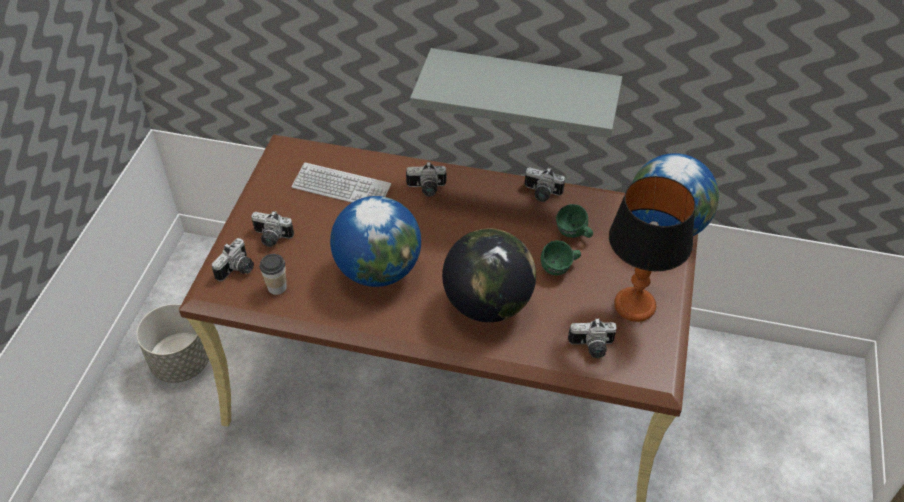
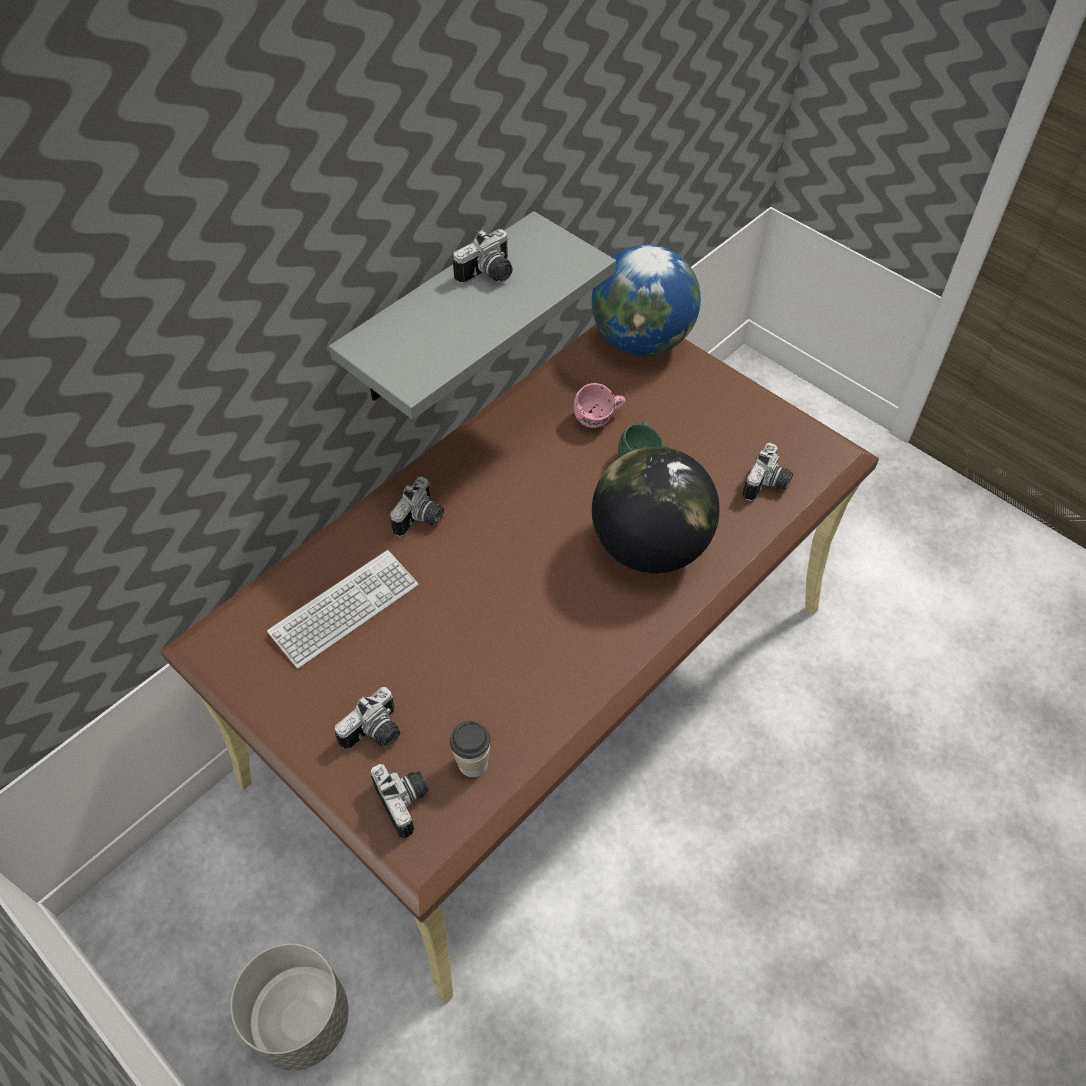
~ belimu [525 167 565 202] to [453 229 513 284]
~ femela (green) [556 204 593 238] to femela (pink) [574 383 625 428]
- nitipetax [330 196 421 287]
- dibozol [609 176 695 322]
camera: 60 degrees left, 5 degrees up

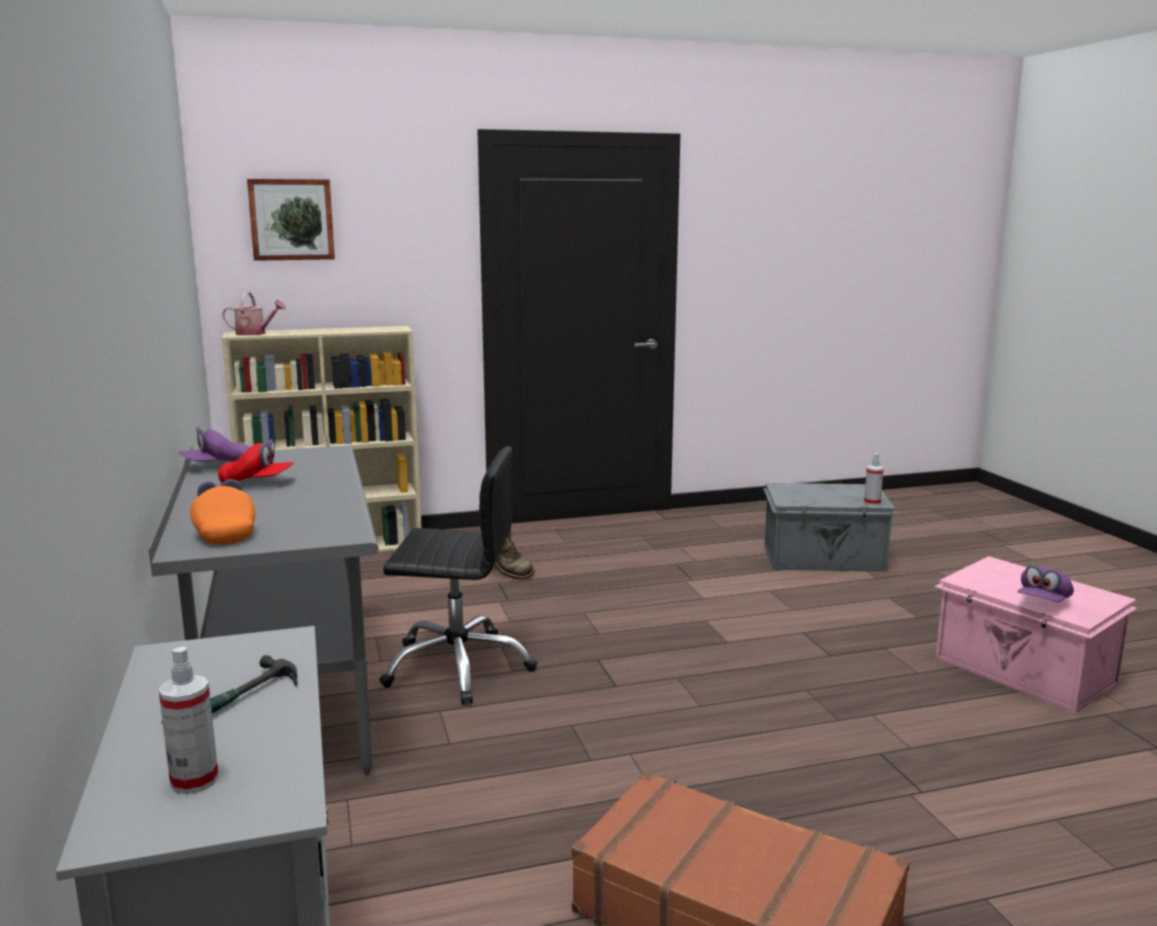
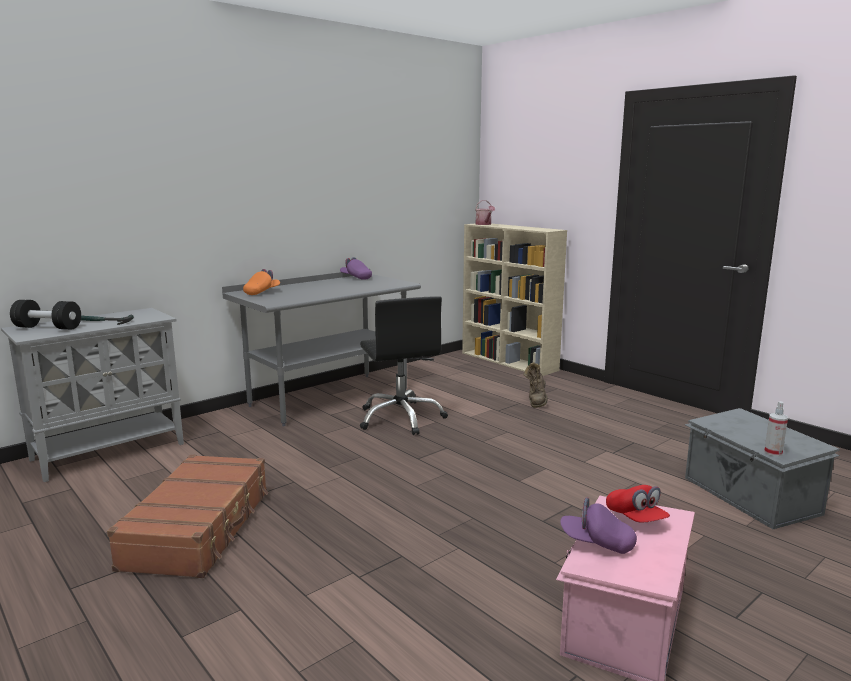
~ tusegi [158 646 219 794] to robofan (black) [10 300 81 329]
~ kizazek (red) [218 439 294 483] to [606 485 670 522]
- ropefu [247 179 335 261]
camera: 65 degrees right, 0 degrees up

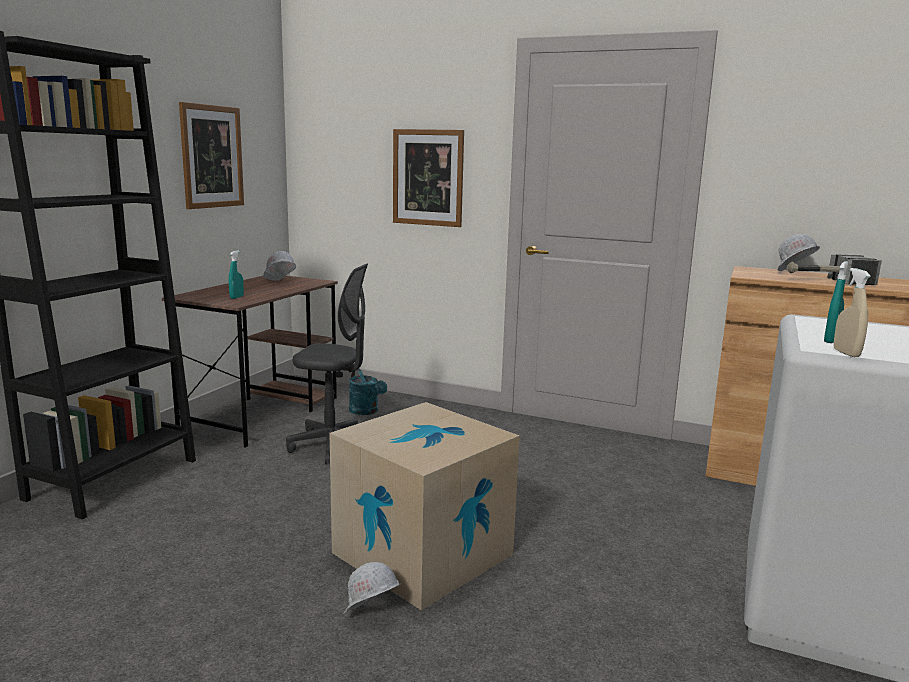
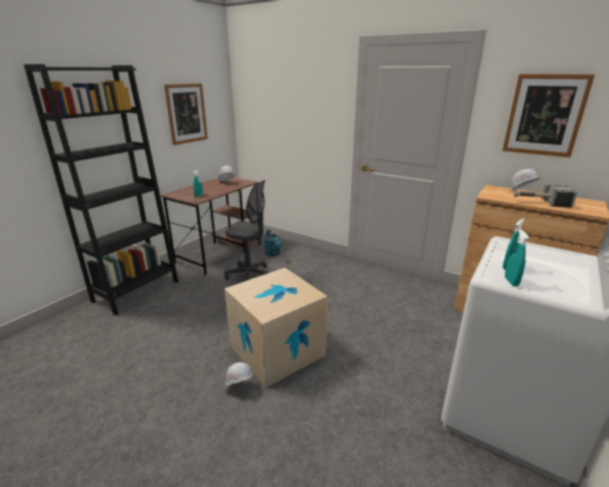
~ ropefu [393 129 464 227] to [502 74 595 157]
~ tusegi (beige) [834 268 871 357] to tusegi (turquoise) [505 229 529 287]
camera: 10 degrees right, 10 degrees up

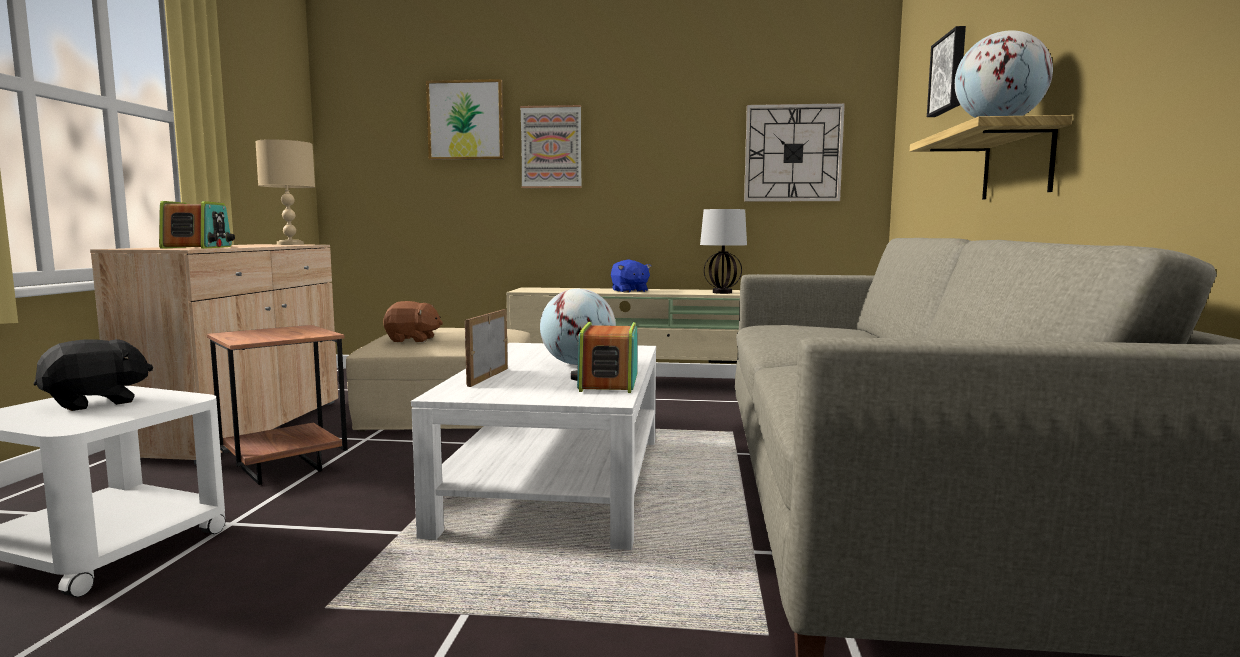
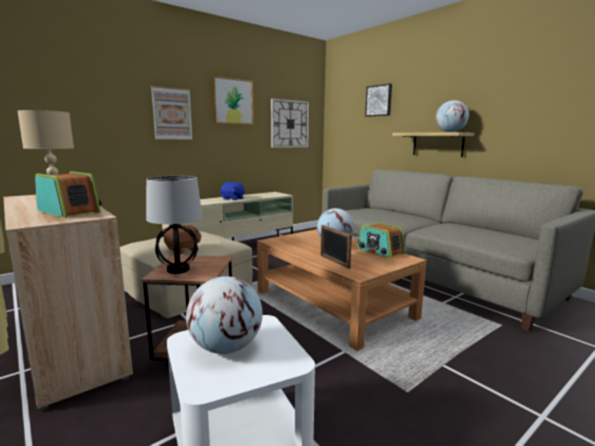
~ dibozol [700 209 747 294] to [146 176 202 274]
~ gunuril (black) [34 339 154 411] to nitipetax [186 276 263 354]
~ ropefu [426 79 504 160] to [212 76 254 125]
~ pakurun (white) [411 343 656 550] to pakurun (brown) [257 229 427 351]
camera: 45 degrees left, 5 degrees up

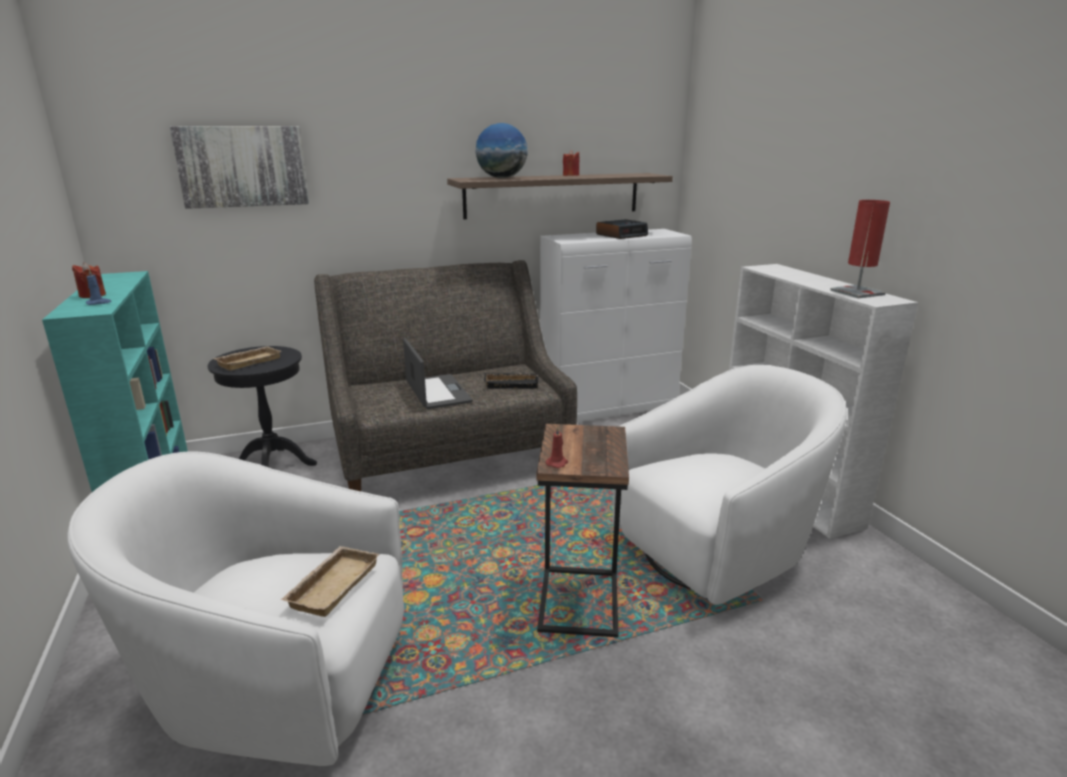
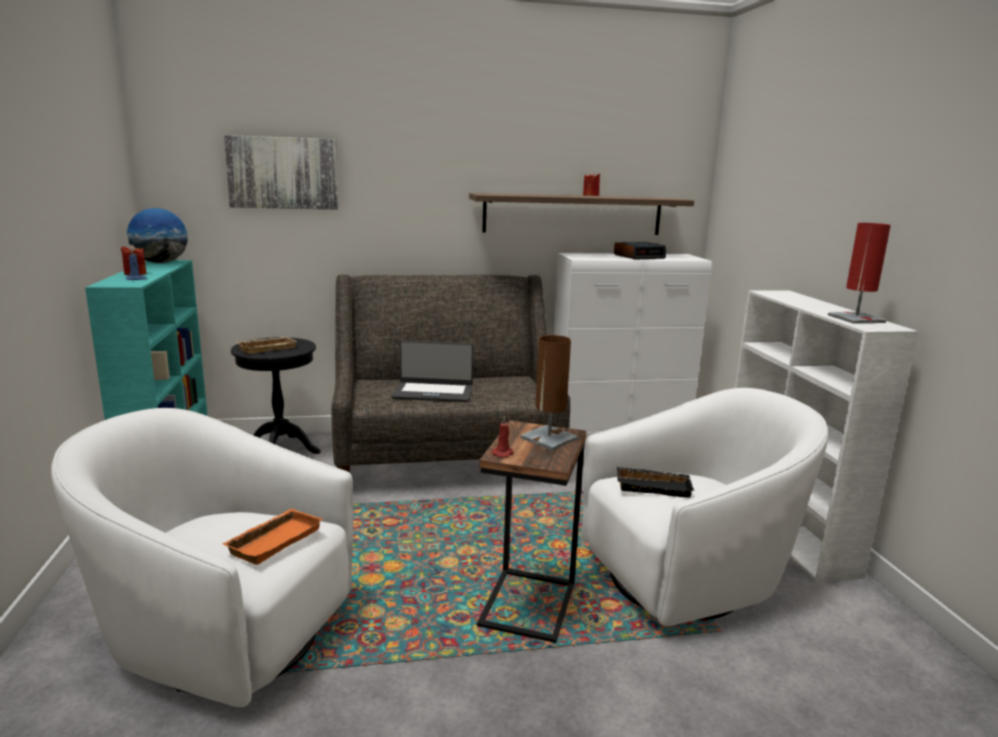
~ nitipetax [475 123 528 178] to [127 208 188 263]
~ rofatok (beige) [280 546 379 617] to rofatok (orange) [222 509 323 565]
~ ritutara [403 338 473 409] = [392 340 473 402] 105 degrees clockwise
+ dibozol (brown) [520 335 578 450]
~ rofatok (black) [484 373 539 389] to [617 467 694 498]
camera: 10 degrees right, 5 degrees down

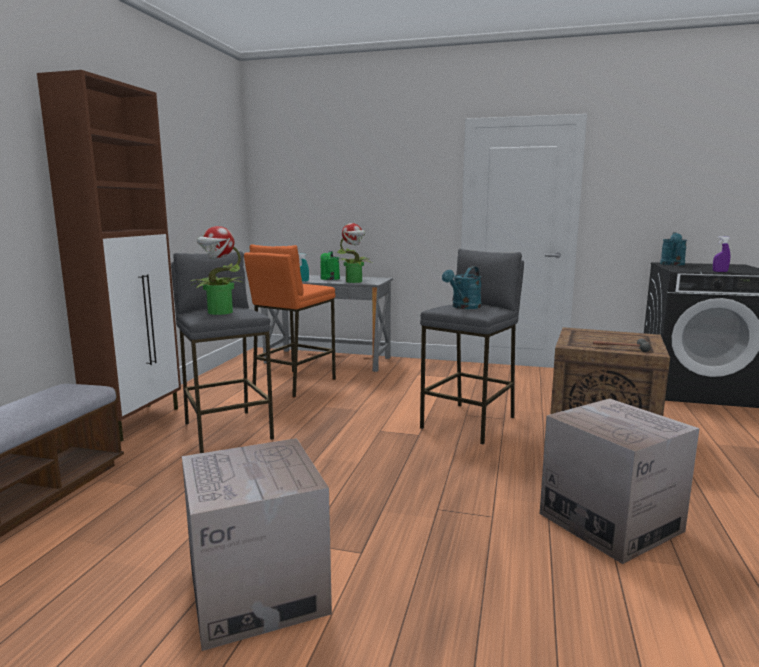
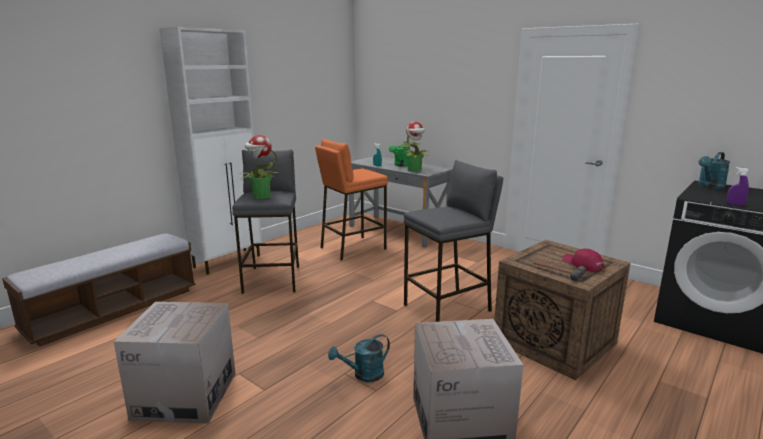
~ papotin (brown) [37 70 181 442] to papotin (white) [159 27 262 275]
~ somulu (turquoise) [442 266 482 309] to [328 334 390 382]
+ kizazek (red) [562 249 605 272]
camera: 25 degrees right, 5 degrees up

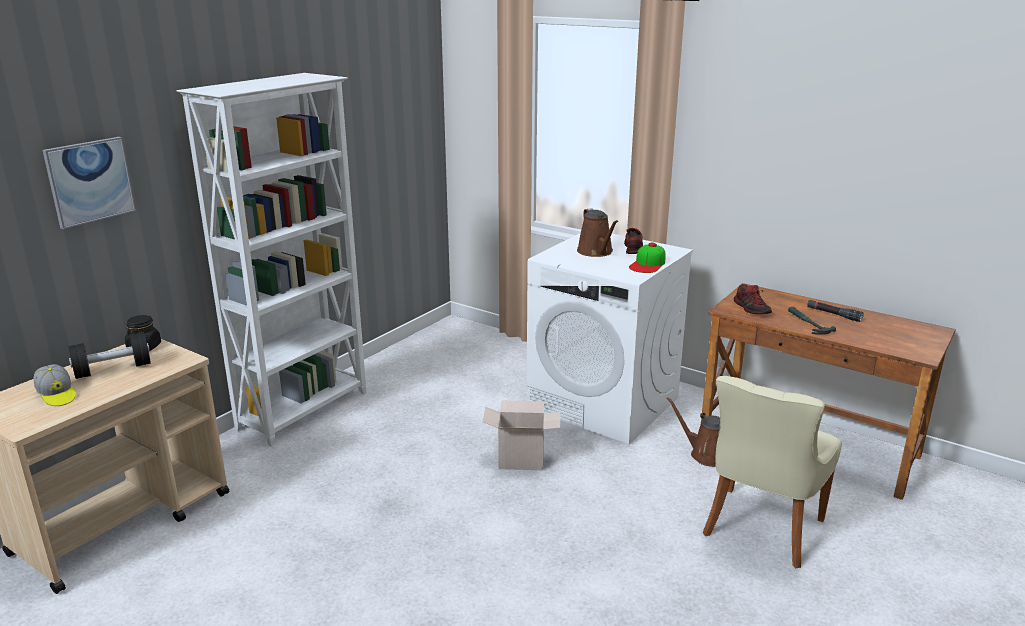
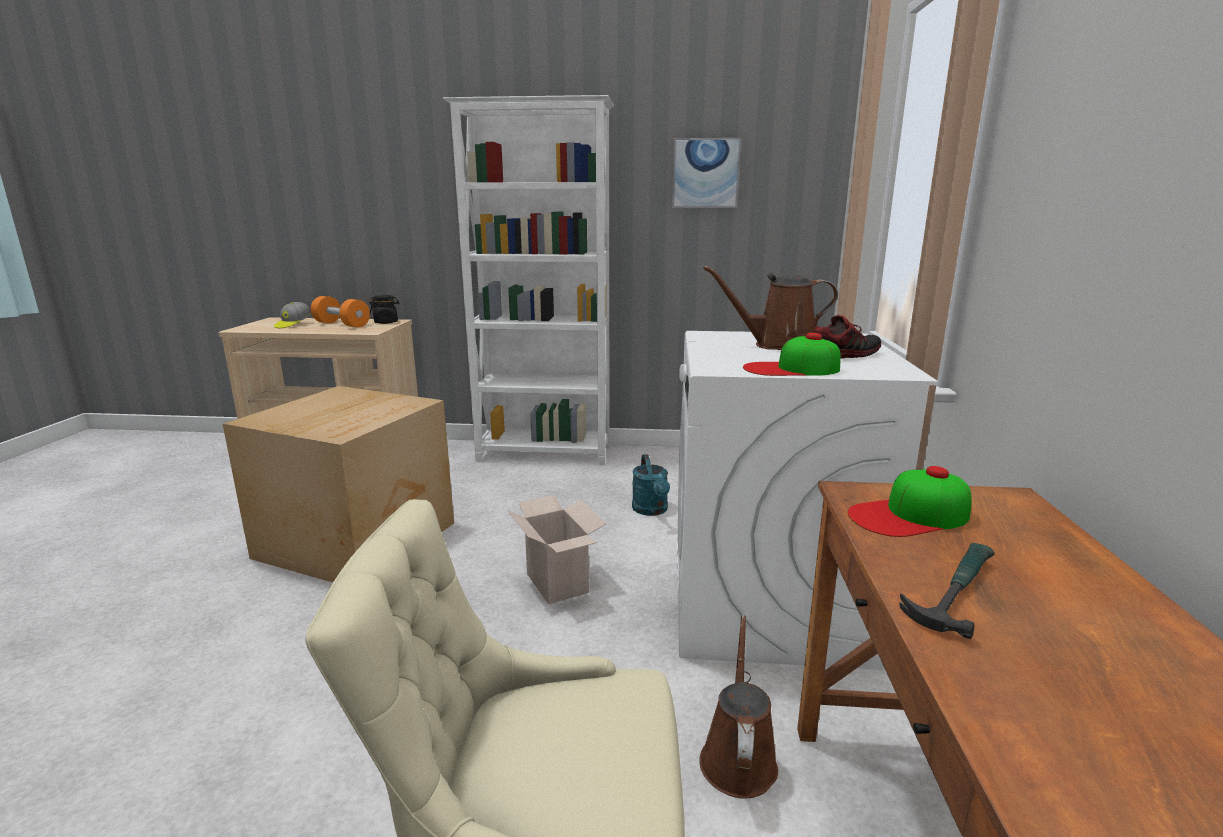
+ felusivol [223 386 454 583]
~ robofan (black) [69 332 151 379] to robofan (orange) [311 296 370 327]
+ somulu (turquoise) [632 454 670 516]
~ ropefu [42 137 136 229] to [672 138 741 208]
~ somulu (brown) [577 208 618 257] = [703 266 838 350] 45 degrees clockwise
~ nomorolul [734 284 772 314] to kizazek [848 466 972 537]
- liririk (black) [807 300 864 322]
camera: 60 degrees right, 5 degrees down

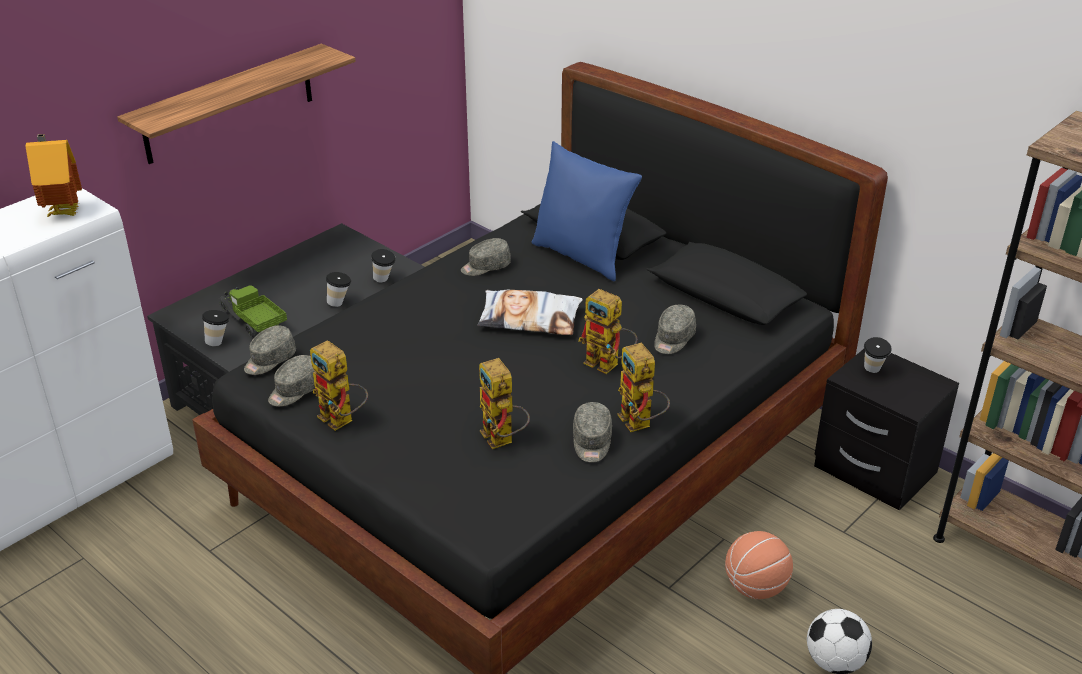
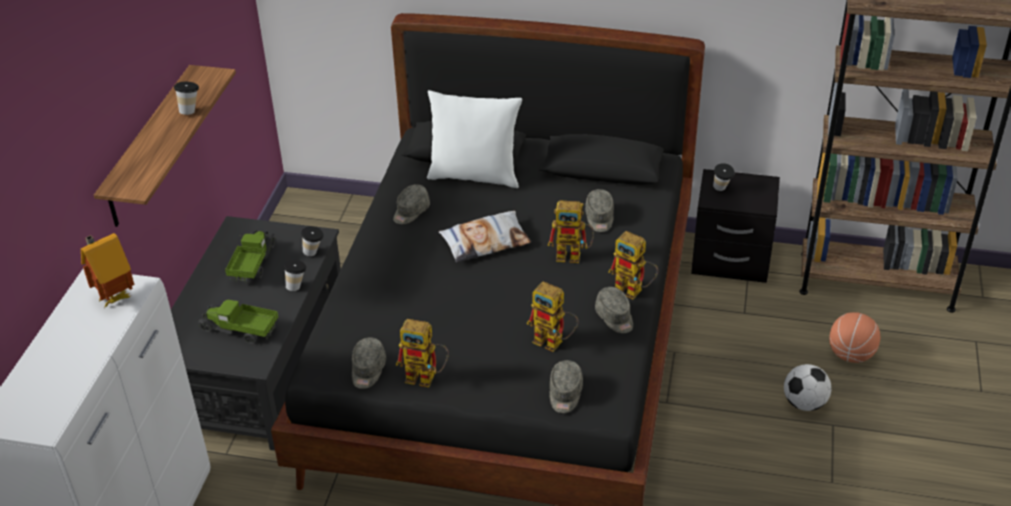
~ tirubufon [202 310 229 346] to [174 82 199 115]
+ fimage [225 230 275 282]
~ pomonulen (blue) [532 141 642 281] to pomonulen (white) [427 90 522 188]
~ kizazek (grey) [244 325 296 375] to [549 360 583 413]
~ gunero [725 531 793 599] to [829 312 880 363]
camera: 30 degrees left, 5 degrees up

